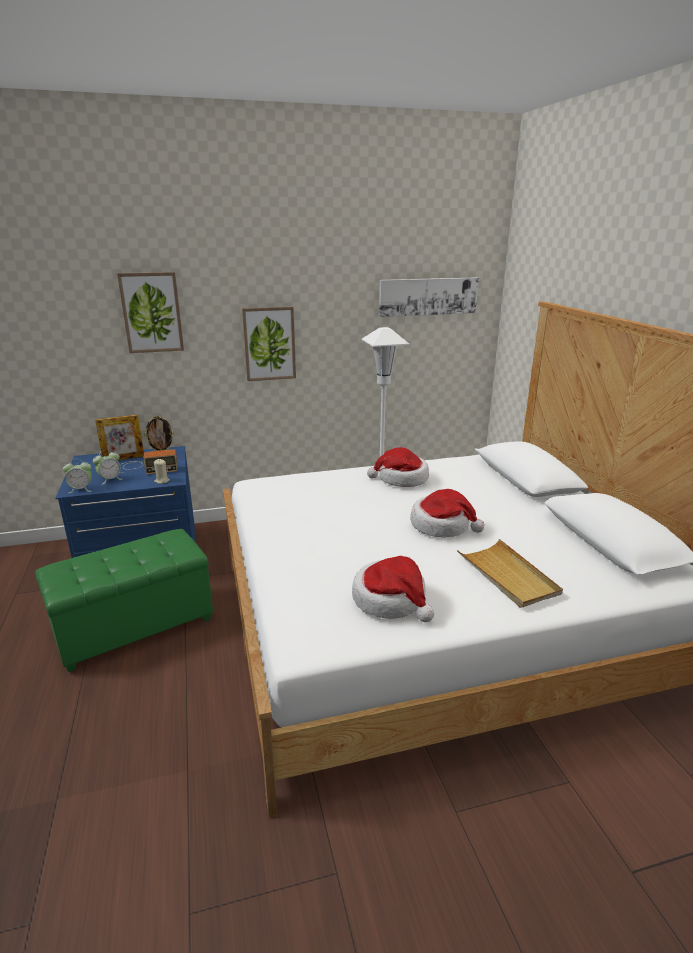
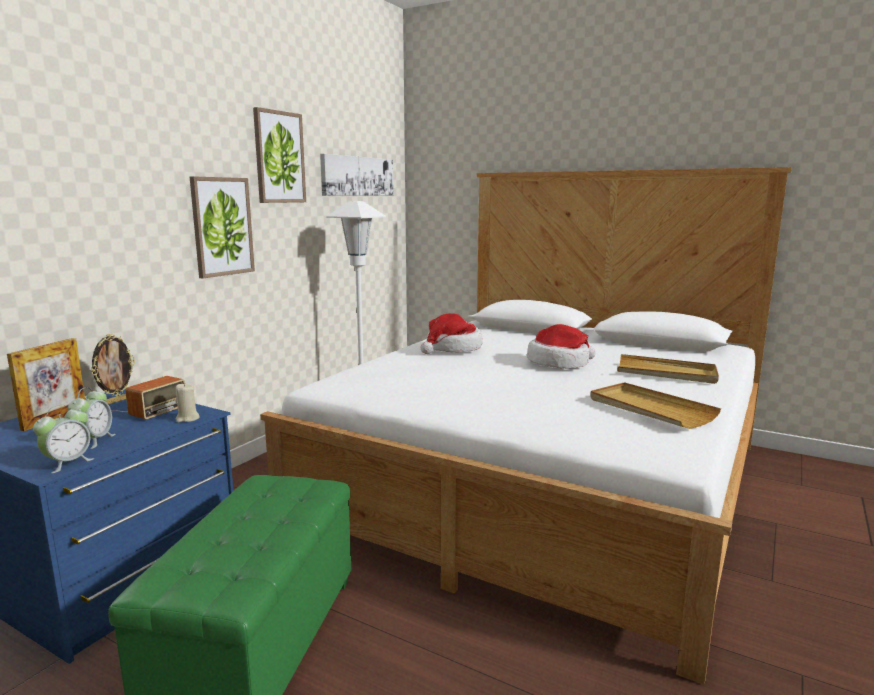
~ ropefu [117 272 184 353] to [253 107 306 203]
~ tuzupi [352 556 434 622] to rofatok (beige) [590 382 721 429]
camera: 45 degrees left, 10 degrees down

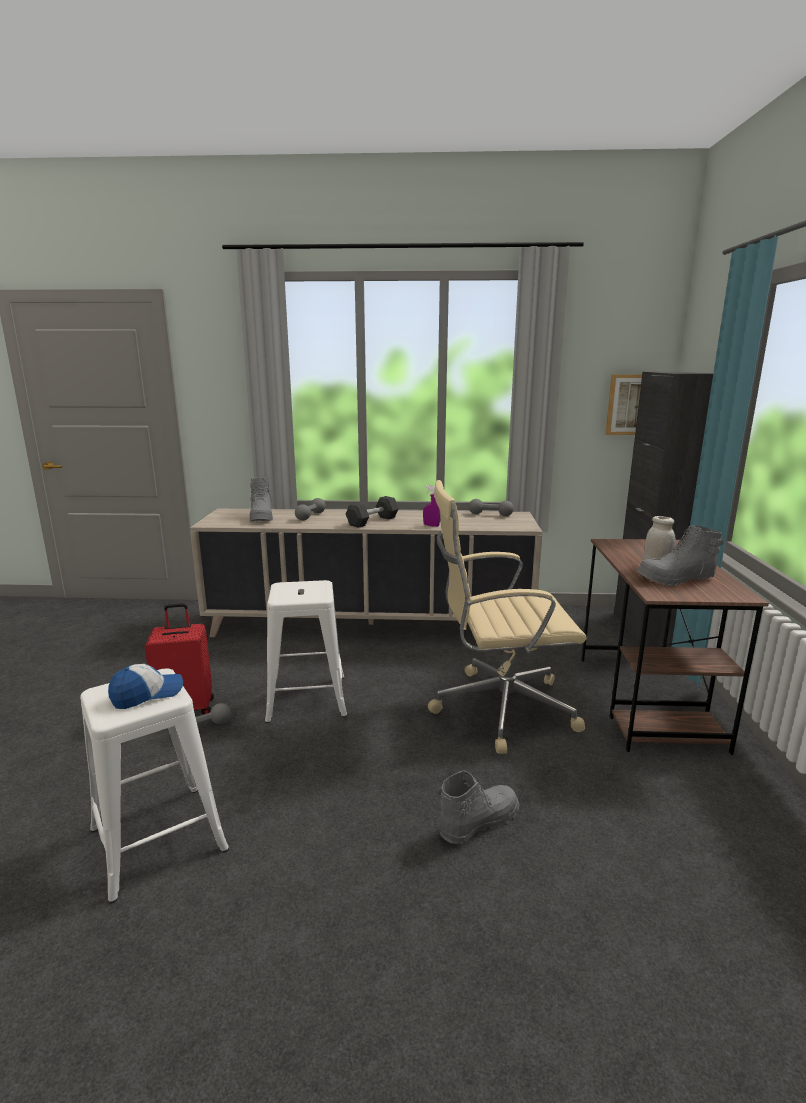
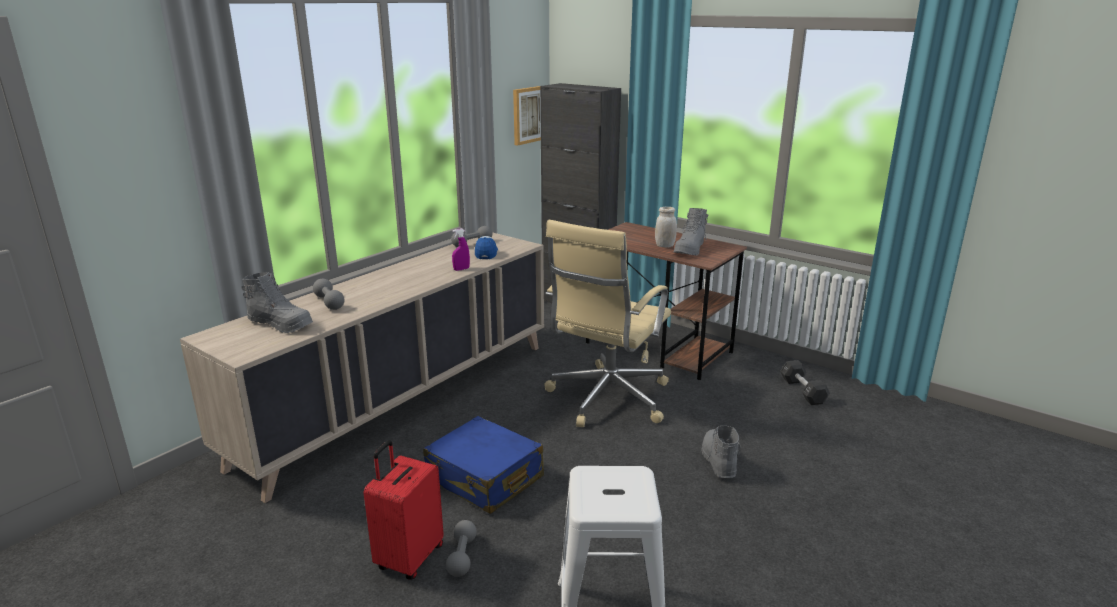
~ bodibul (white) [265 580 347 723] to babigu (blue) [423 416 544 514]
~ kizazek [108 664 183 709] to [475 236 498 259]
~ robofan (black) [346 496 399 528] to [780 360 830 405]
camera: 55 degrees left, 5 degrees up

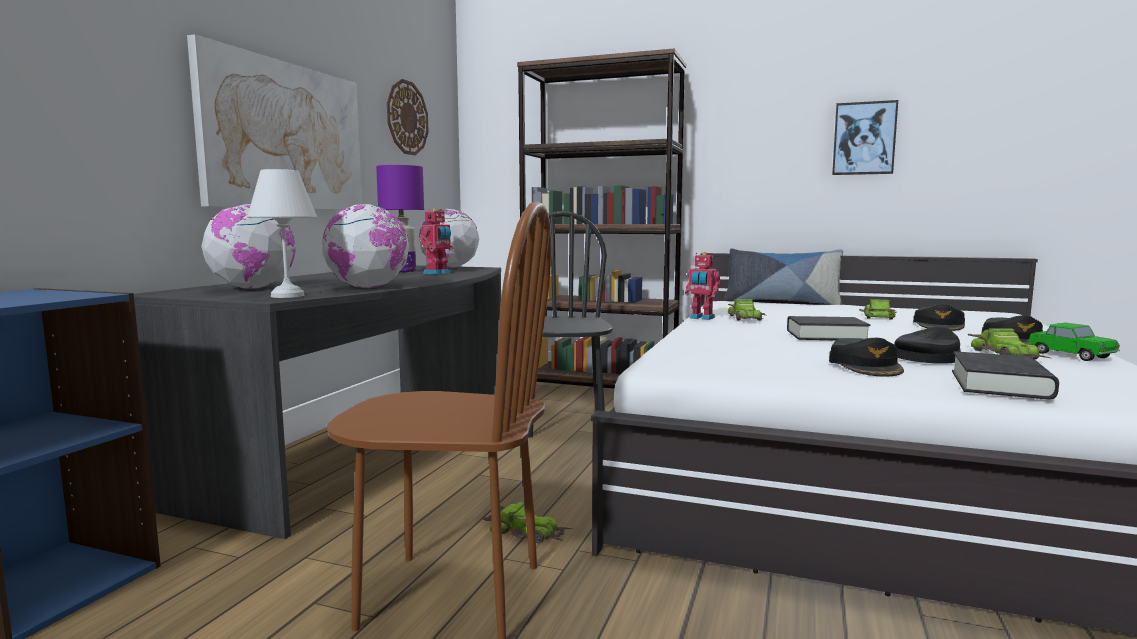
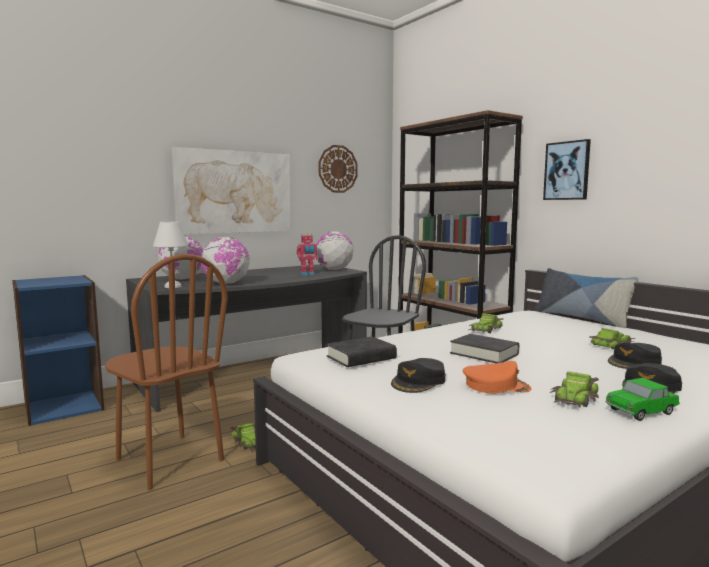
~ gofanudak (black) [952 351 1059 399] to [327 337 397 367]
~ kizazek (black) [894 326 960 364] to kizazek (orange) [463 361 531 394]
~ ropefu [832 100 898 175] to [543 139 591 200]
~ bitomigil [1028 323 1120 361] = [605 378 680 421] 60 degrees clockwise
- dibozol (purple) [376 165 424 272]
- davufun [685 252 721 320]
camera: 35 degrees right, 0 degrees up

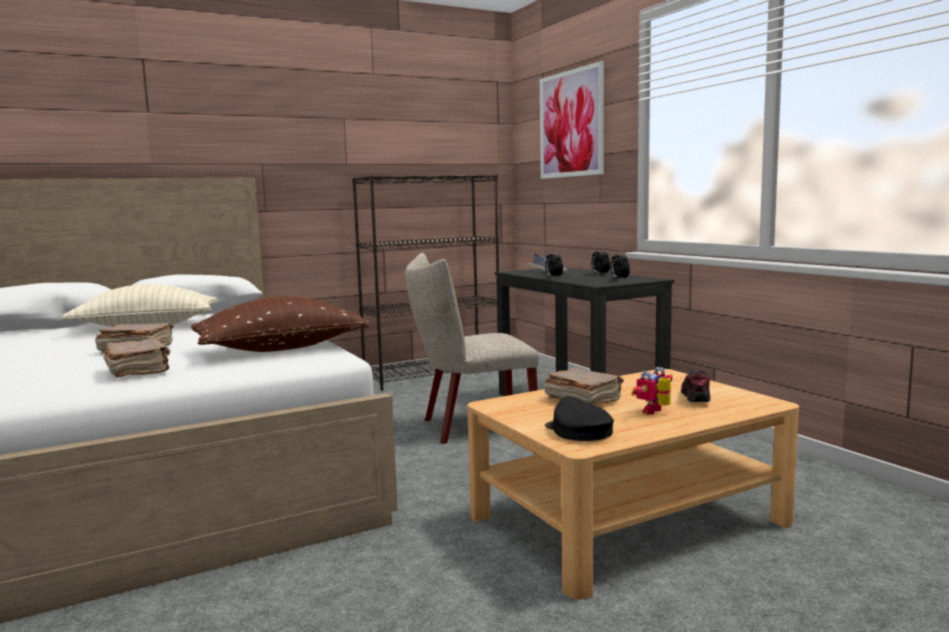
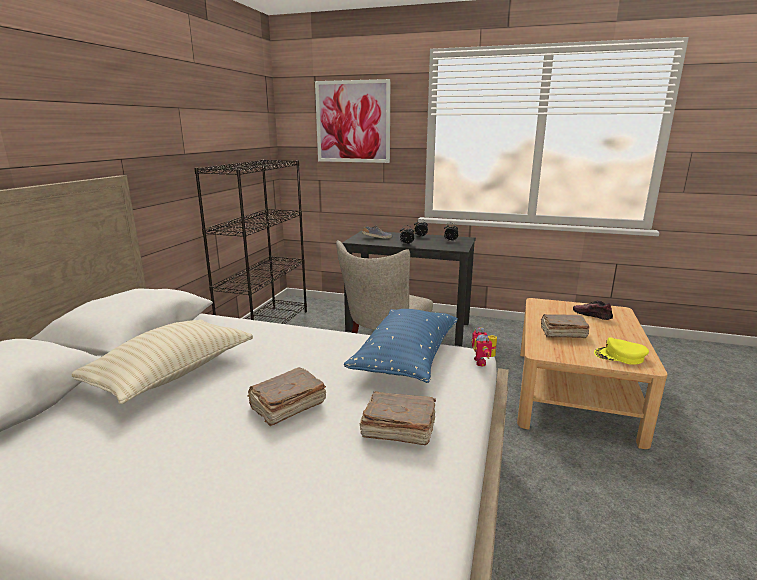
~ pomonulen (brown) [191 296 370 352] to pomonulen (blue) [344 309 458 383]
~ davufun [631 367 673 414] to [472 327 497 367]
~ kizazek (black) [545 396 614 441] to kizazek (yellow) [594 337 649 365]
camera: 45 degrees left, 10 degrees up

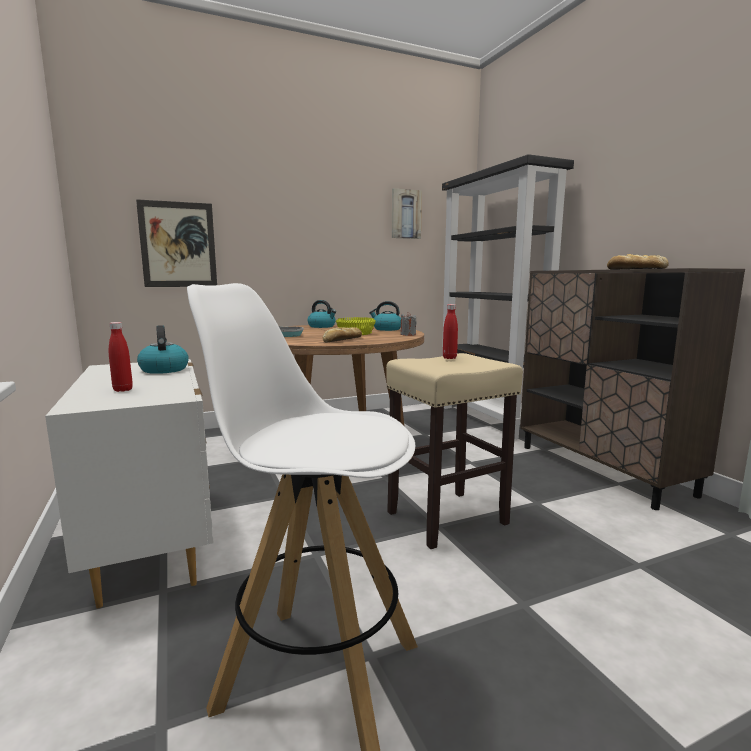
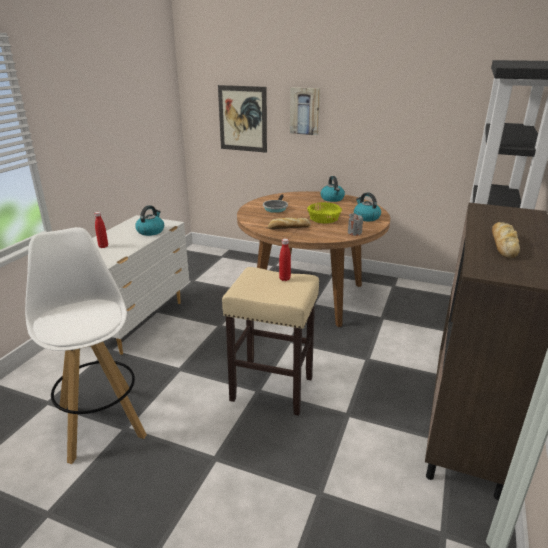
~ ropefu [392 188 422 239] to [290 87 320 135]
camera: 45 degrees right, 15 degrees up

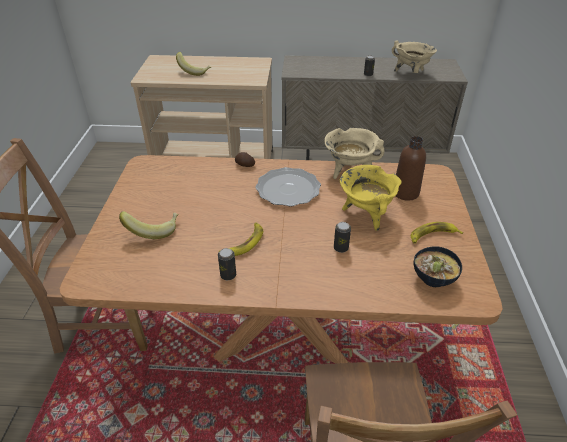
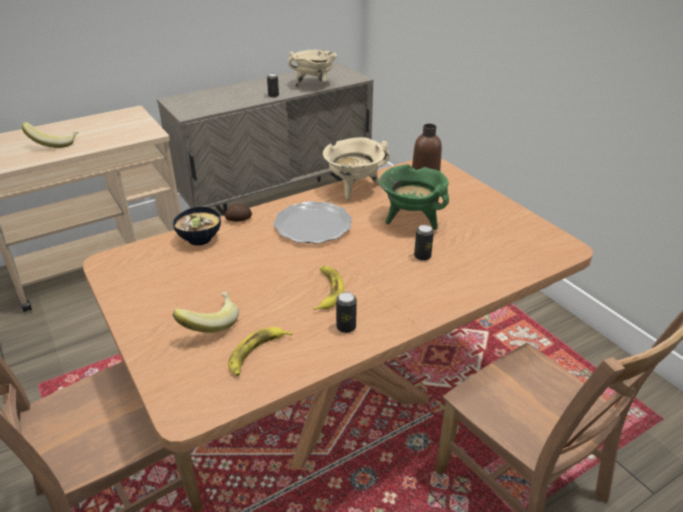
~ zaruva [413 246 462 287] to [173 207 221 245]
~ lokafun [411 222 463 243] to [228 327 293 376]
~ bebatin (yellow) [340 165 402 231] to bebatin (green) [379 164 449 230]
camera: 35 degrees left, 5 degrees down

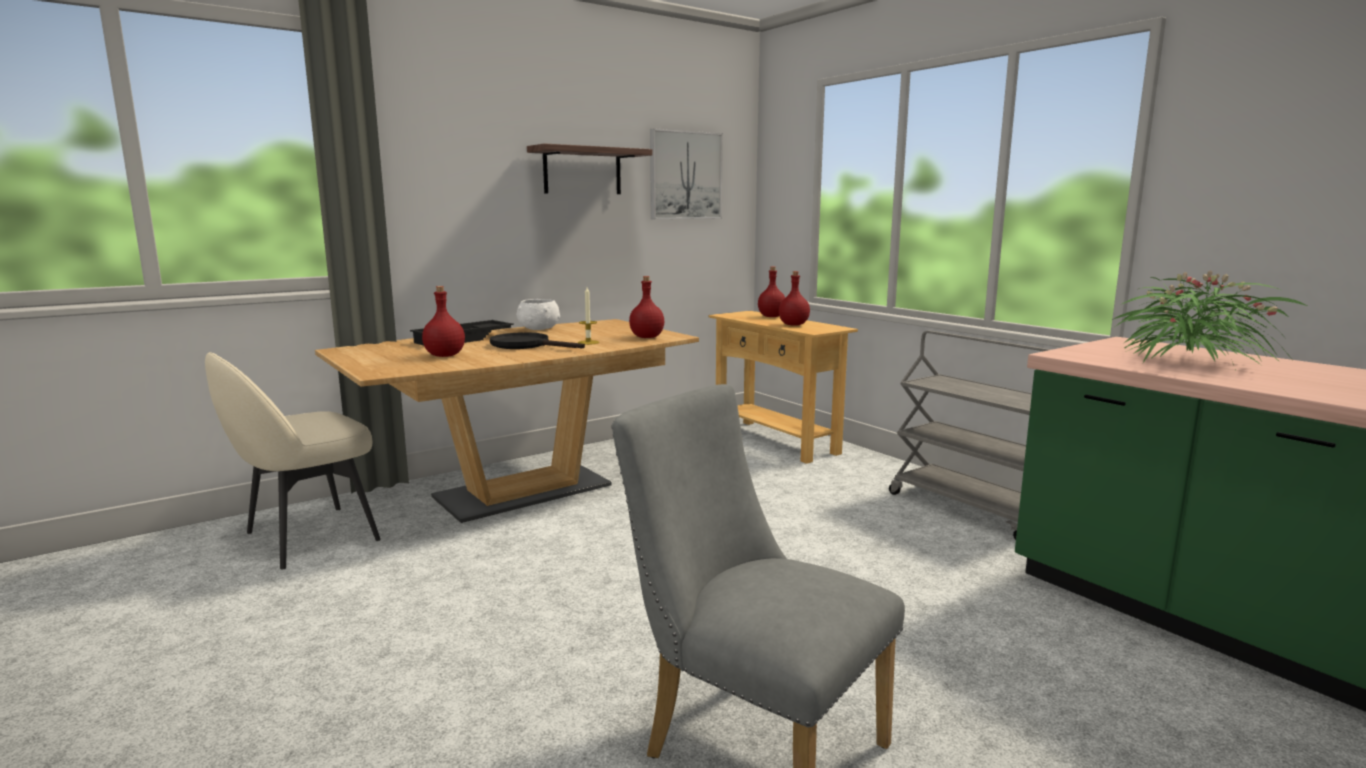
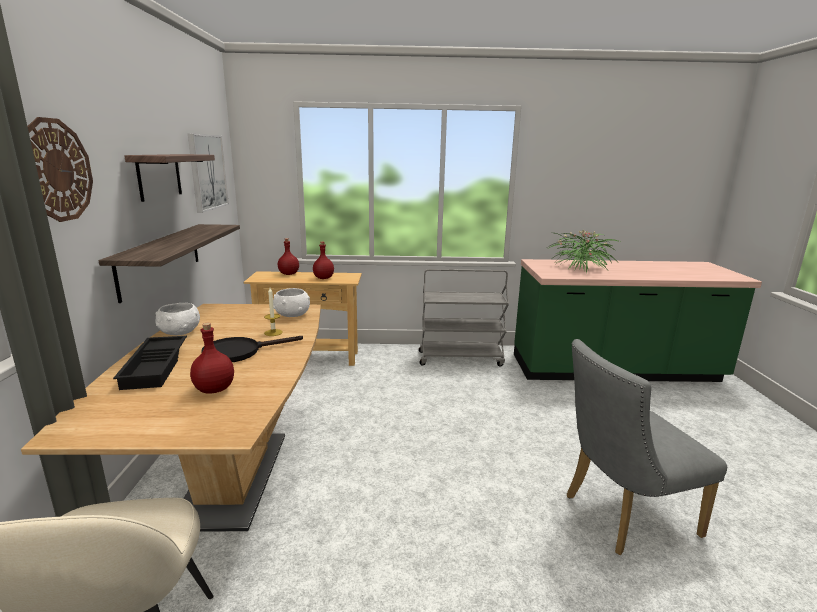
+ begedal [27 117 93 222]
+ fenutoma [99 224 240 303]
~ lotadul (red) [629 276 664 338] to zaruva (white) [273 288 310 317]
camera: 55 degrees left, 5 degrees up

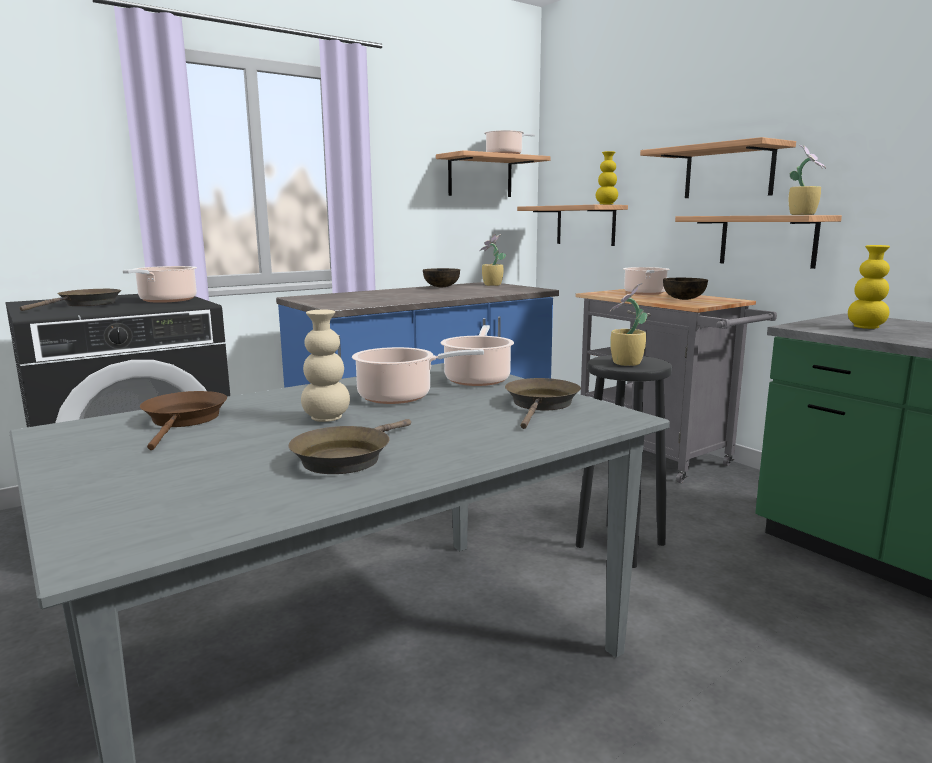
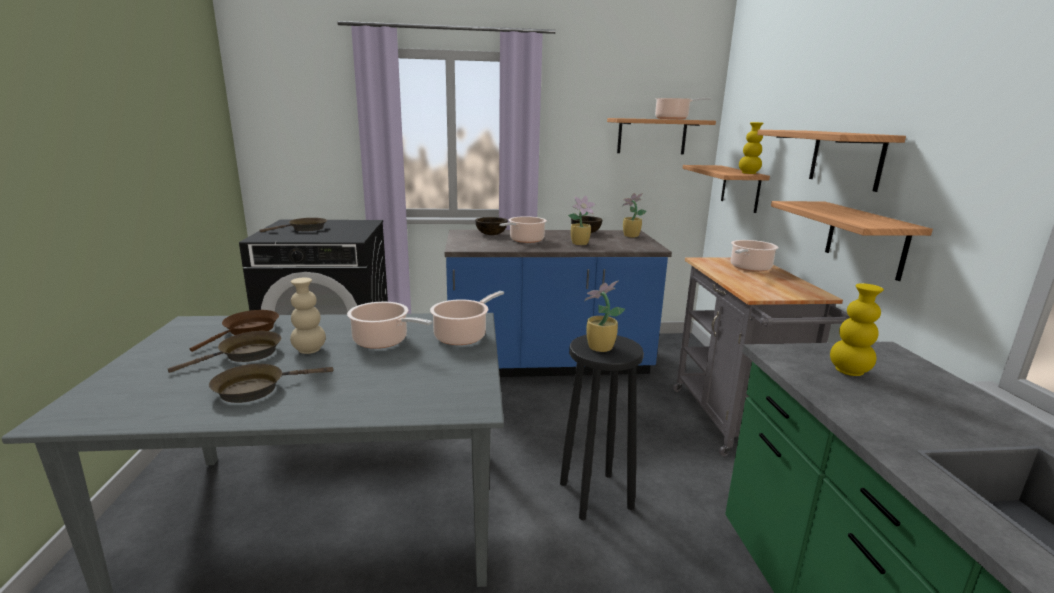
~ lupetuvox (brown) [505 378 581 429] to [168 331 281 373]
~ zaruva (brown) [663 278 708 300] to [475 217 508 235]
~ bebatin [123 266 197 303] to [499 216 547 243]
~ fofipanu [789 145 826 215] to [568 196 596 245]
camera: 30 degrees right, 5 degrees up

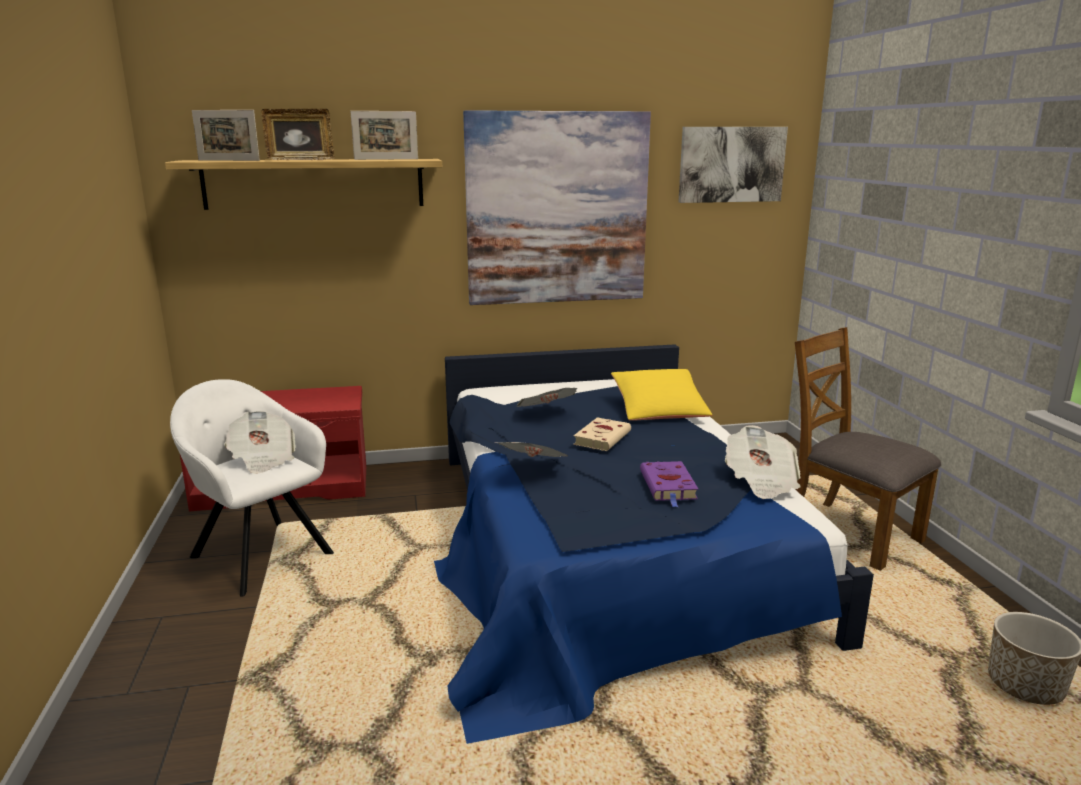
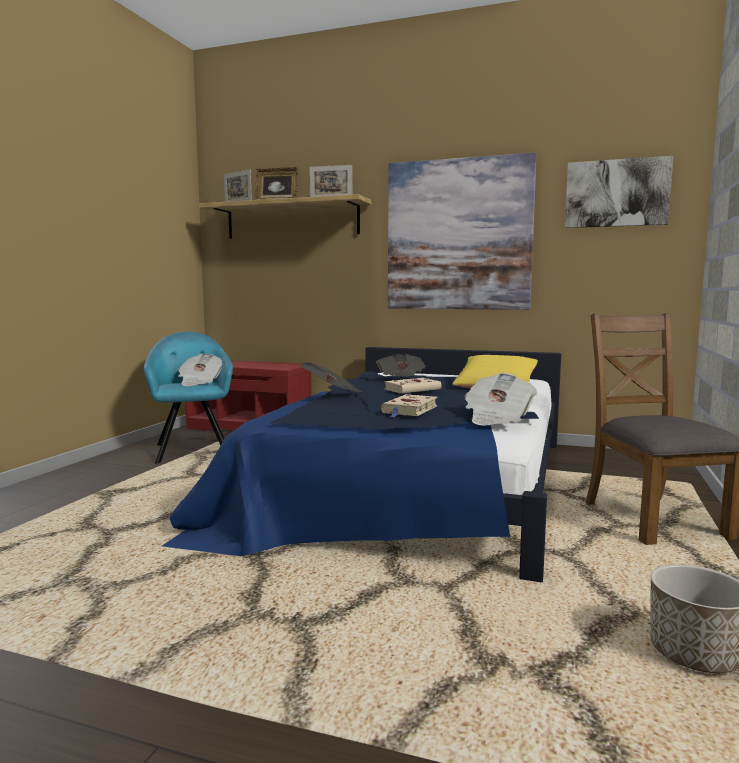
~ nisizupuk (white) [170 379 334 597] to nisizupuk (turquoise) [144 331 233 463]
~ gofanudak (purple) [640 461 699 507] to gofanudak (beige) [381 394 438 417]
camera: 30 degrees right, 10 degrees down

